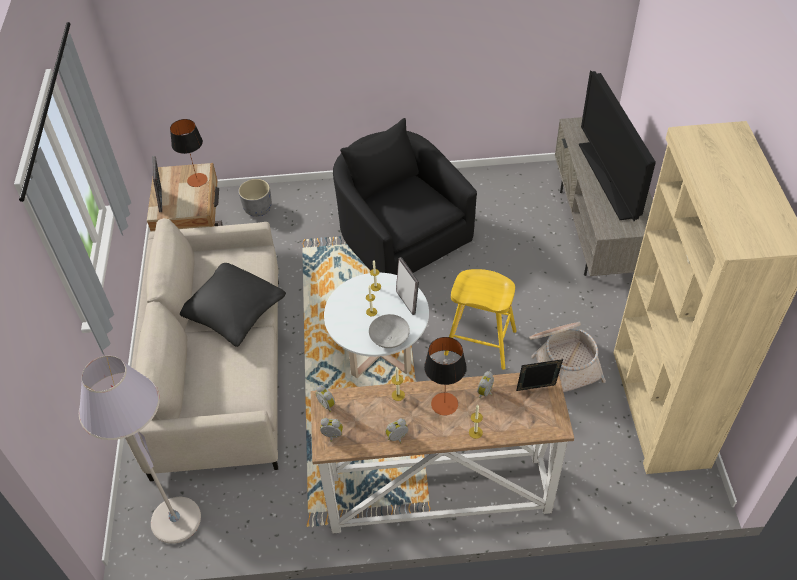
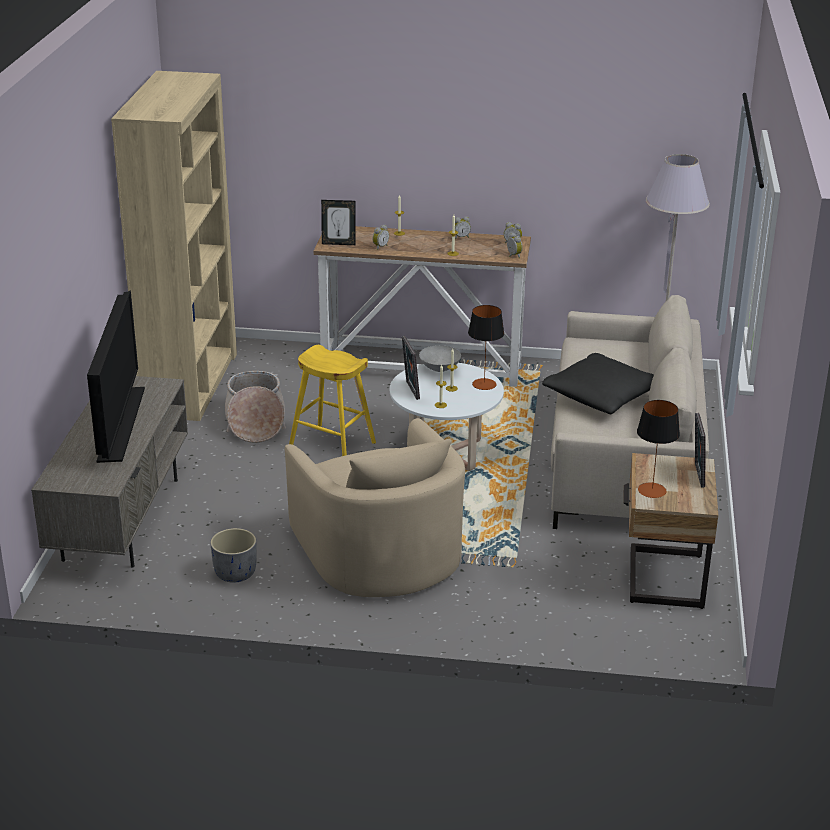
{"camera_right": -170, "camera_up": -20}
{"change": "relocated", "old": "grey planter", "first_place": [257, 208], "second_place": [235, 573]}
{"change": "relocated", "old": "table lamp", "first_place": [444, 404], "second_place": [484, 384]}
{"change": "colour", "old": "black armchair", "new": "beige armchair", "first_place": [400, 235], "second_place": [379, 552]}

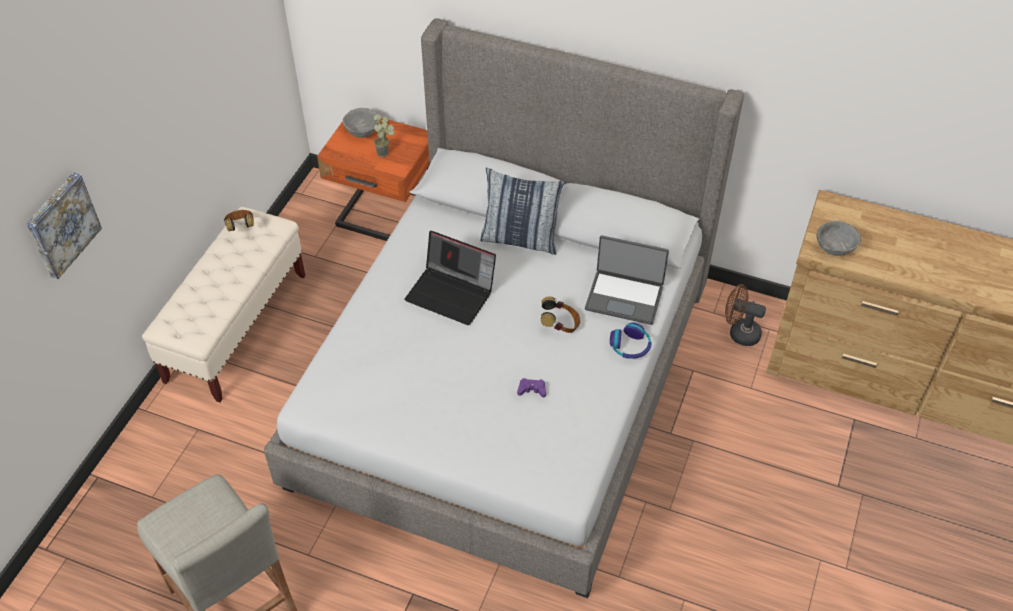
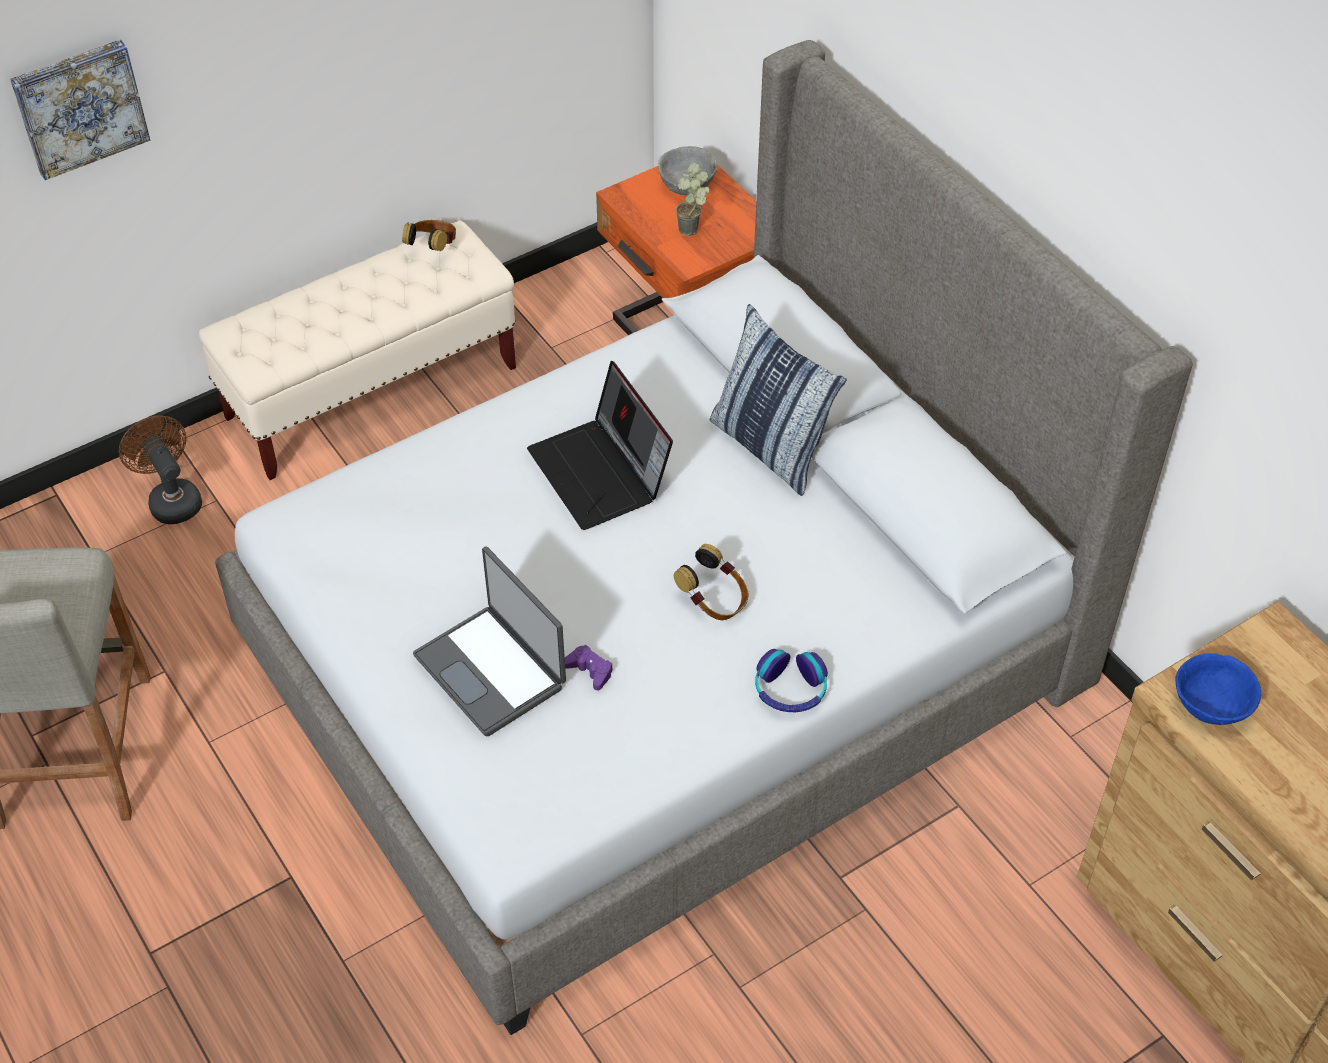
{"camera_right": 35, "camera_up": 0}
{"change": "relocated", "old": "laptop", "first_place": [624, 297], "second_place": [492, 670]}
{"change": "relocated", "old": "brown fan", "first_place": [739, 333], "second_place": [172, 499]}
{"change": "colour", "old": "grey bowl", "new": "blue bowl", "first_place": [835, 248], "second_place": [1211, 708]}

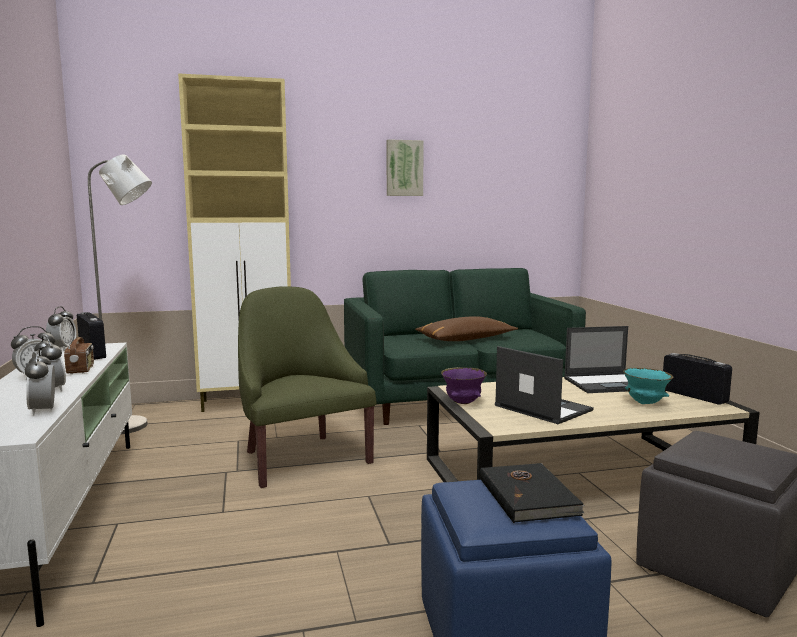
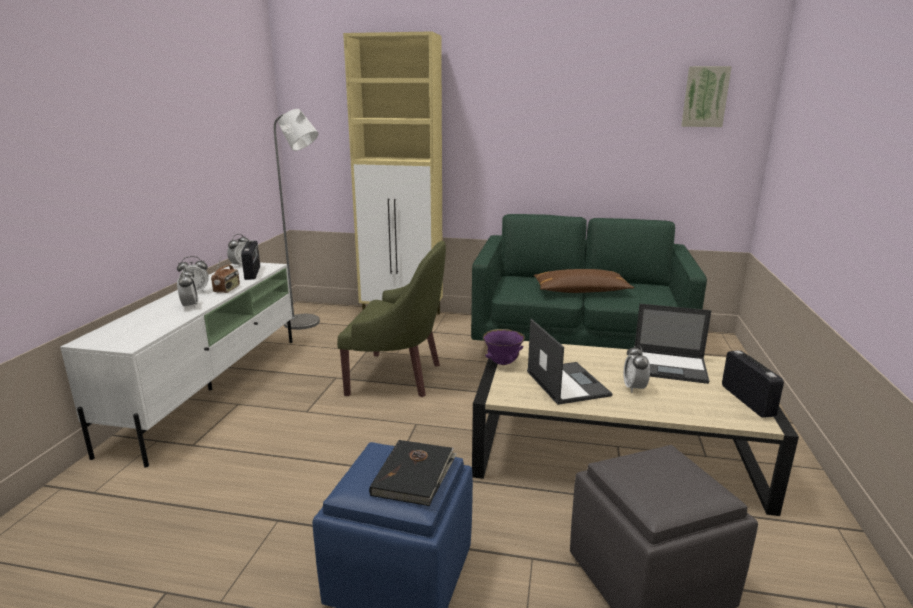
{"camera_right": 25, "camera_up": 10}
{"change": "missing", "old": "turquoise bowl", "first_place": [645, 403]}
{"change": "relocated", "old": "alarm clock", "first_place": [43, 410], "second_place": [634, 388]}
{"change": "relocated", "old": "picture", "first_place": [404, 168], "second_place": [705, 97]}
{"change": "spun", "old": "green armchair", "first_place": [301, 458], "second_place": [397, 377], "degrees": 105}

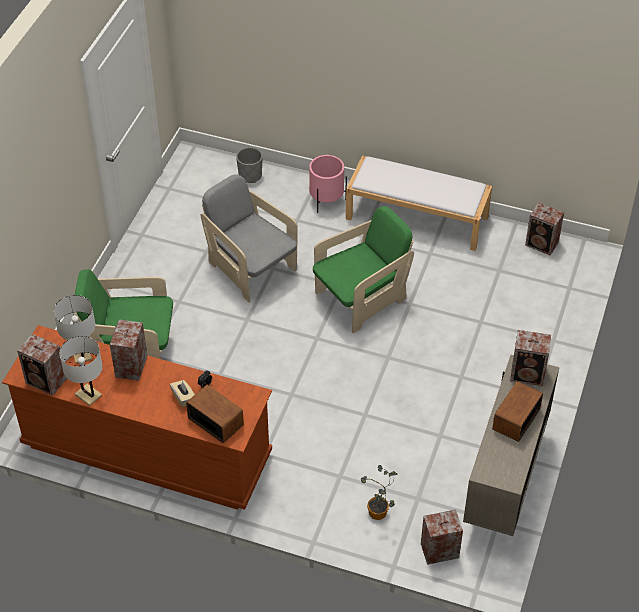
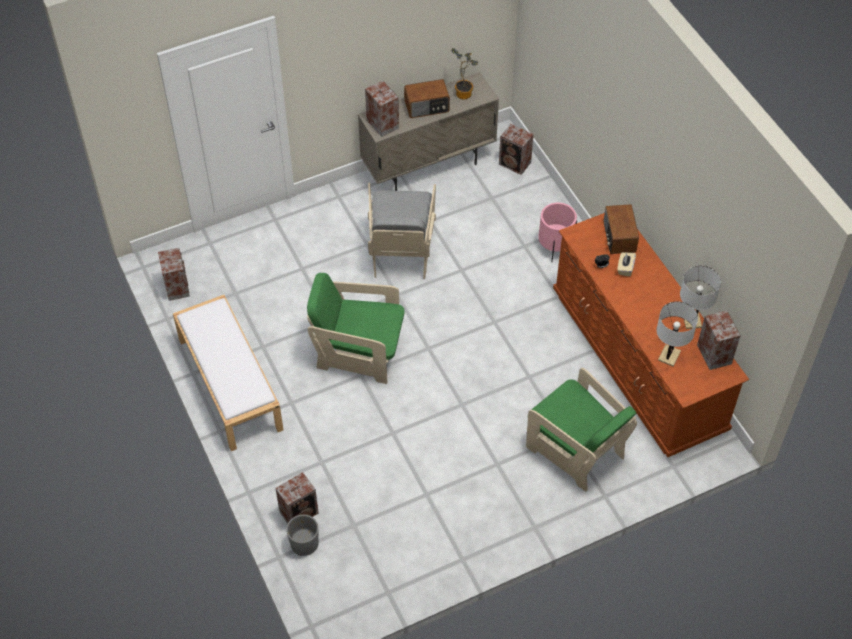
{"camera_right": -135, "camera_up": 5}
{"change": "relocated", "old": "speaker", "first_place": [130, 367], "second_place": [300, 512]}
{"change": "relocated", "old": "grey armchair", "first_place": [251, 268], "second_place": [401, 250]}
{"change": "relocated", "old": "pink planter", "first_place": [326, 200], "second_place": [555, 246]}
{"change": "relocated", "old": "potted plant", "first_place": [378, 514], "second_place": [464, 92]}

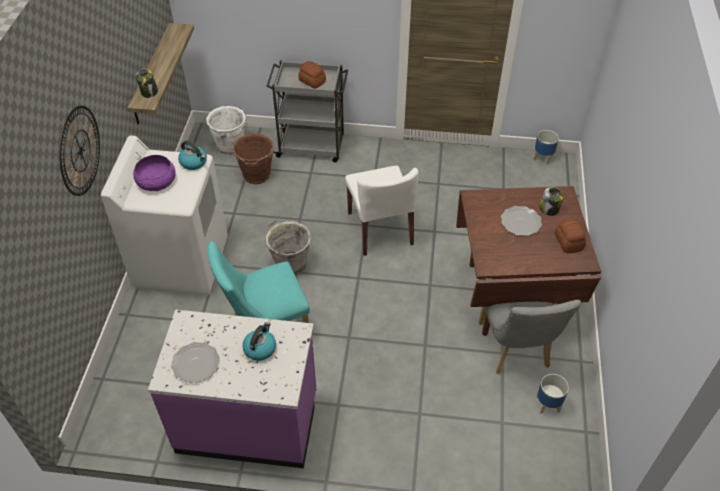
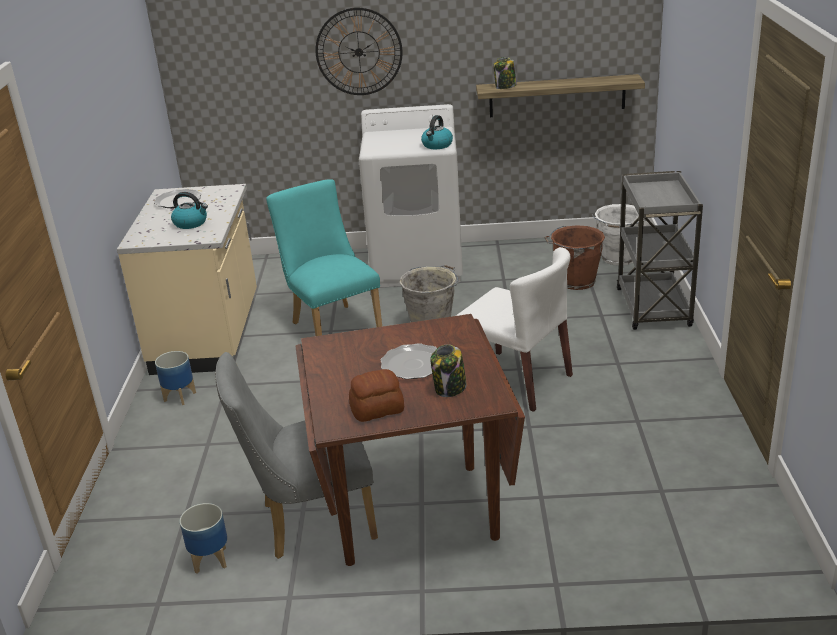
{"camera_right": 85, "camera_up": -20}
{"change": "missing", "old": "purple bowl", "first_place": [156, 181]}
{"change": "missing", "old": "bread", "first_place": [312, 81]}
{"change": "relocated", "old": "planter", "first_place": [542, 158], "second_place": [179, 396]}
{"change": "colour", "old": "purple counter", "new": "beige counter", "first_place": [248, 422], "second_place": [209, 335]}
{"change": "spun", "old": "white chair", "first_place": [380, 229], "second_place": [516, 380], "degrees": -120}

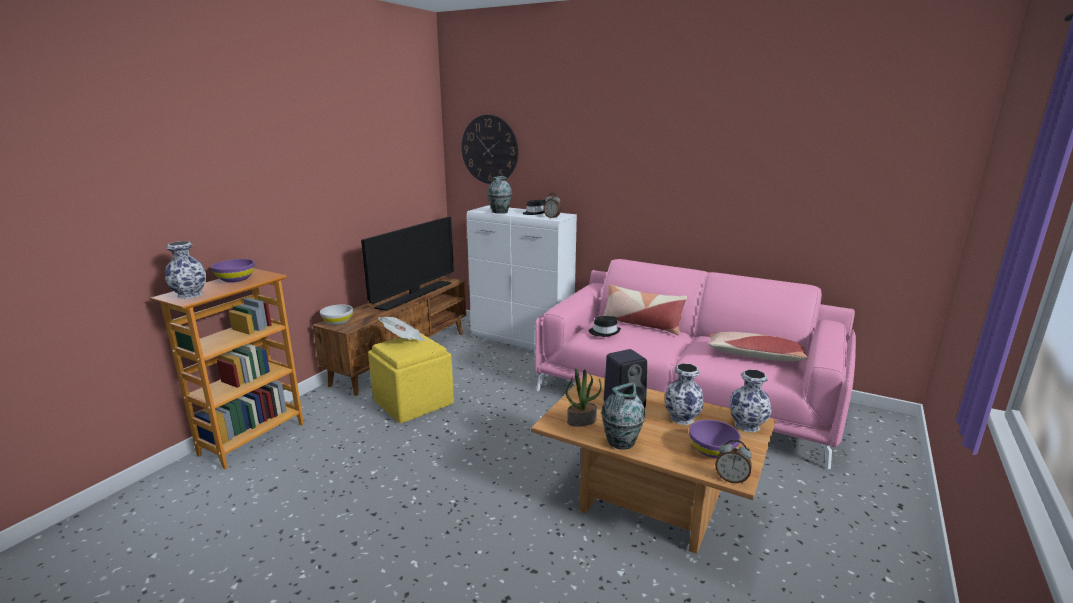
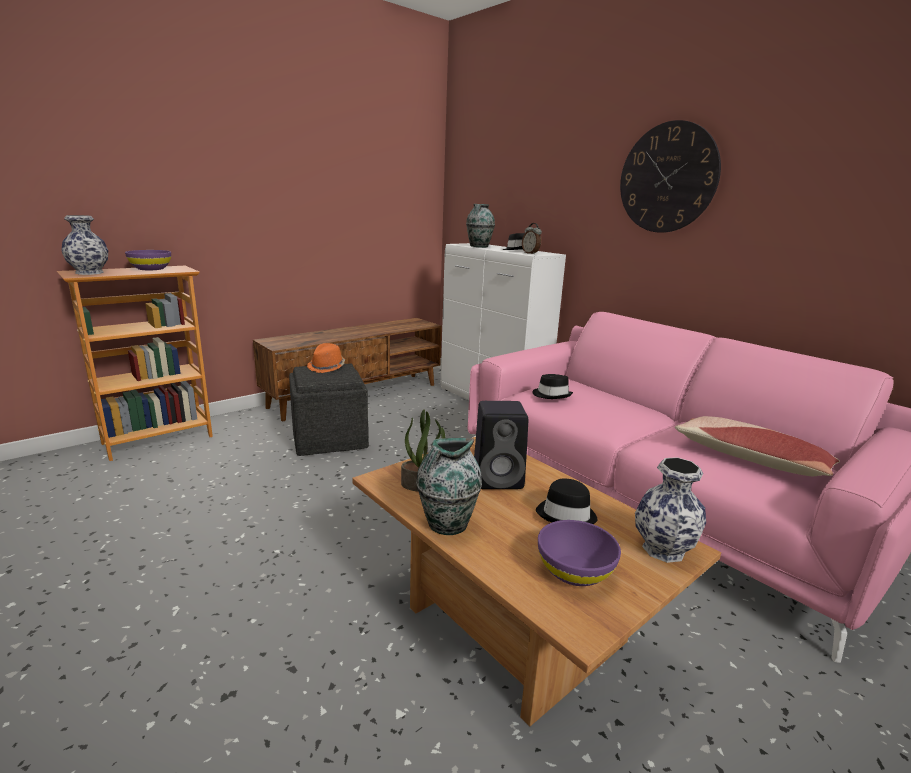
{"camera_right": 20, "camera_up": 0}
{"change": "missing", "old": "white bowl", "first_place": [338, 322]}
{"change": "missing", "old": "television", "first_place": [414, 295]}
{"change": "missing", "old": "pillow", "first_place": [641, 324]}
{"change": "missing", "old": "alarm clock", "first_place": [731, 479]}
{"change": "relocated", "old": "wall clock", "first_place": [489, 149], "second_place": [667, 178]}
{"change": "exchanged", "old": "newspaper", "new": "orange hat", "first_place": [403, 340], "second_place": [327, 367]}
{"change": "exchanged", "old": "vase", "new": "black hat", "first_place": [682, 418], "second_place": [566, 514]}
{"change": "colour", "old": "yellow ottoman", "new": "grey ottoman", "first_place": [413, 401], "second_place": [330, 438]}

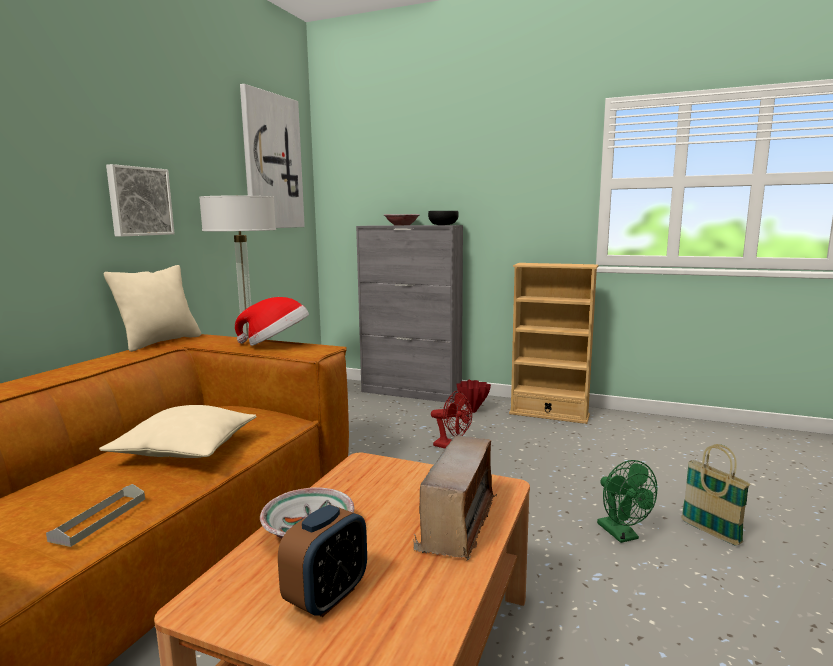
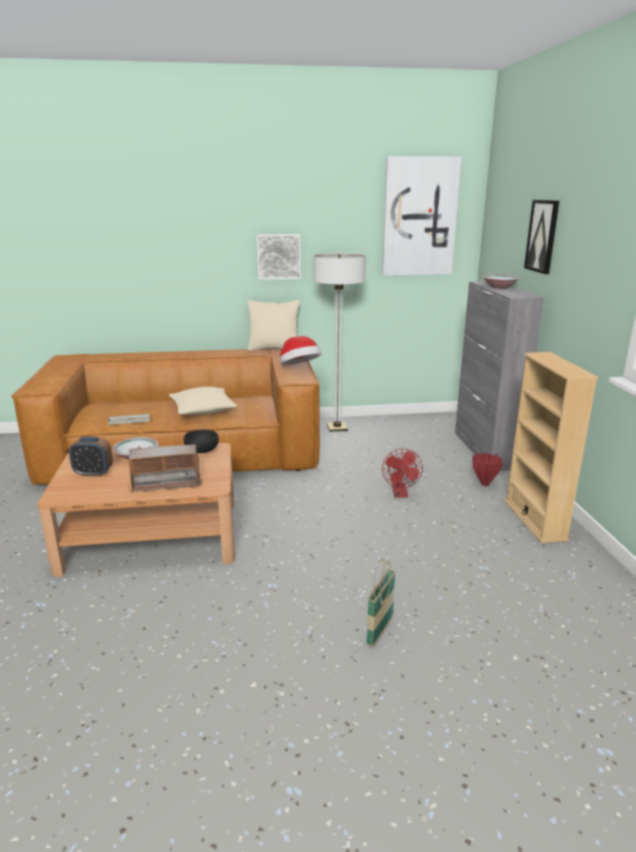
{"camera_right": 60, "camera_up": 10}
{"change": "missing", "old": "green fan", "first_place": [622, 535]}
{"change": "appeared", "new": "picture", "second_place": [542, 236]}
{"change": "relocated", "old": "black bowl", "first_place": [443, 225], "second_place": [201, 450]}

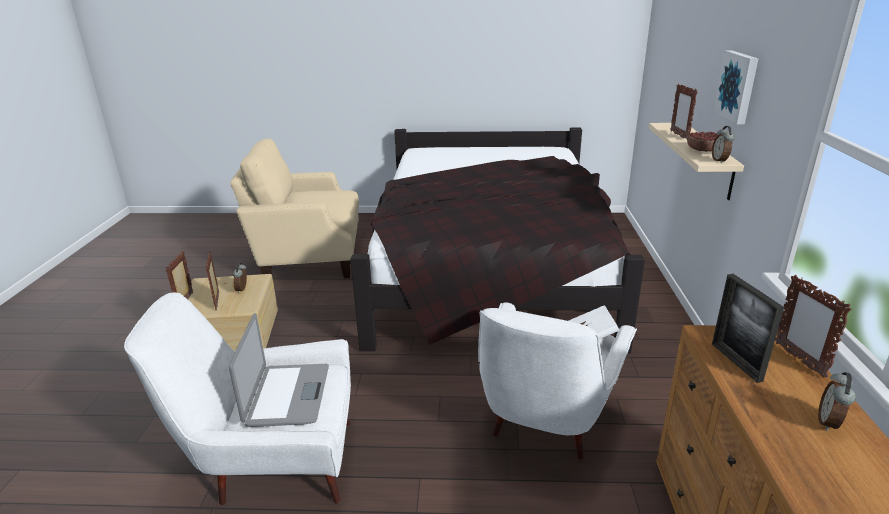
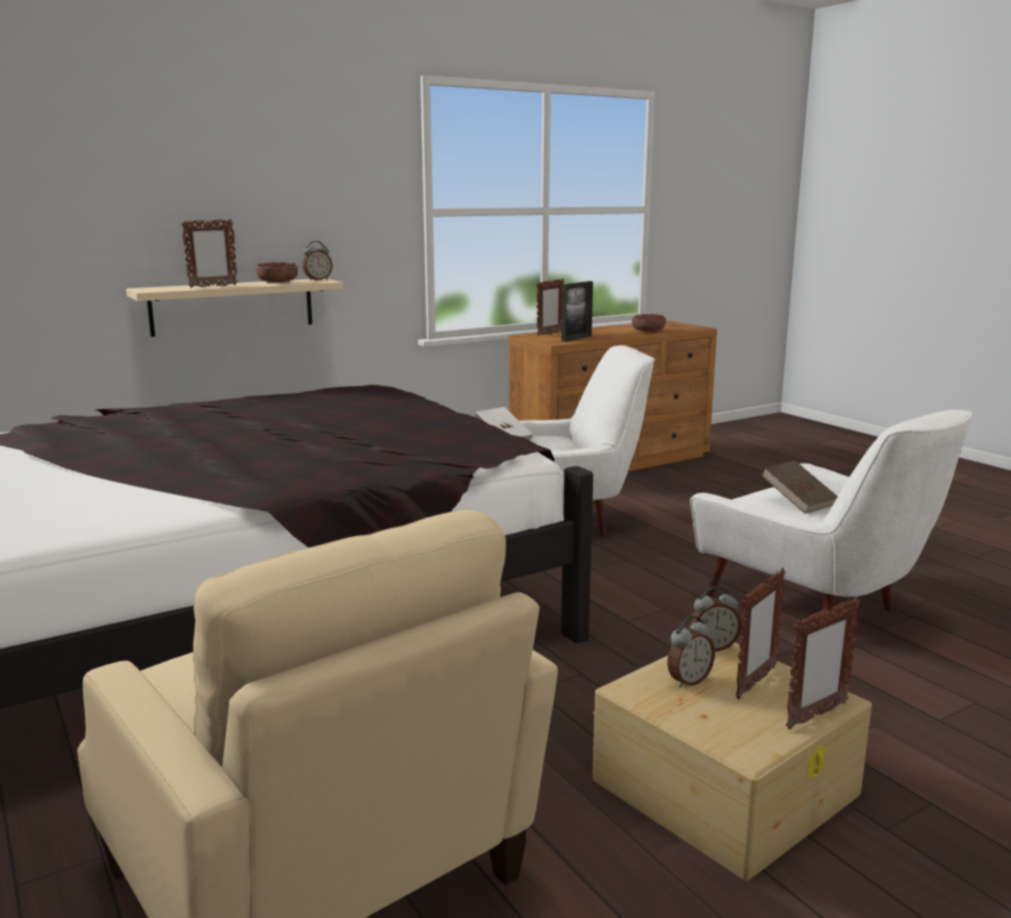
{"camera_right": -125, "camera_up": -10}
{"change": "missing", "old": "picture", "first_place": [738, 86]}
{"change": "appeared", "new": "bowl", "second_place": [648, 331]}
{"change": "relocated", "old": "alarm clock", "first_place": [829, 423], "second_place": [713, 647]}
{"change": "exchanged", "old": "laptop", "new": "brown book", "first_place": [287, 395], "second_place": [798, 502]}

